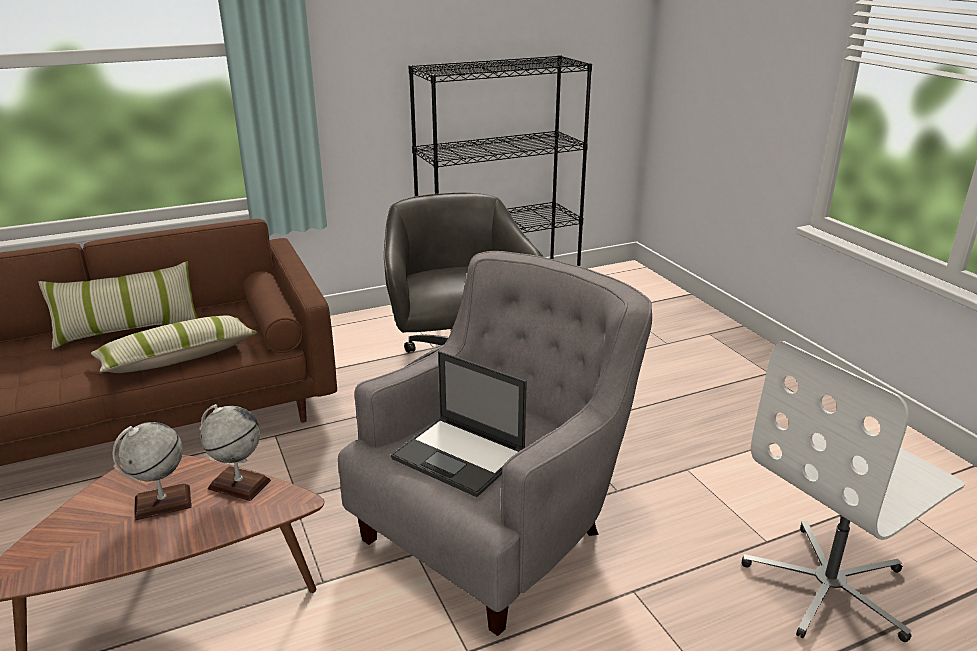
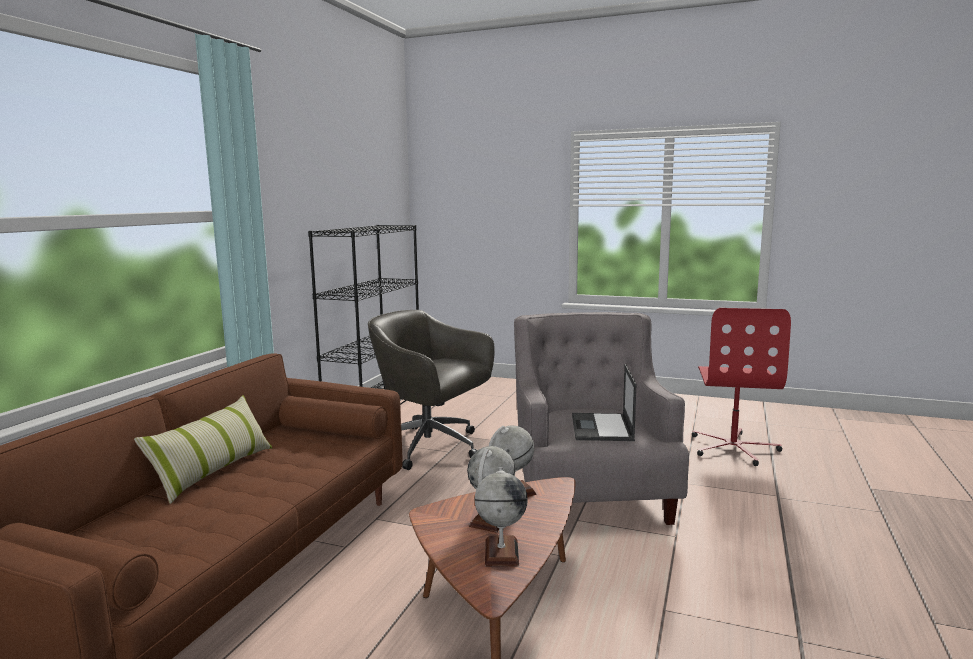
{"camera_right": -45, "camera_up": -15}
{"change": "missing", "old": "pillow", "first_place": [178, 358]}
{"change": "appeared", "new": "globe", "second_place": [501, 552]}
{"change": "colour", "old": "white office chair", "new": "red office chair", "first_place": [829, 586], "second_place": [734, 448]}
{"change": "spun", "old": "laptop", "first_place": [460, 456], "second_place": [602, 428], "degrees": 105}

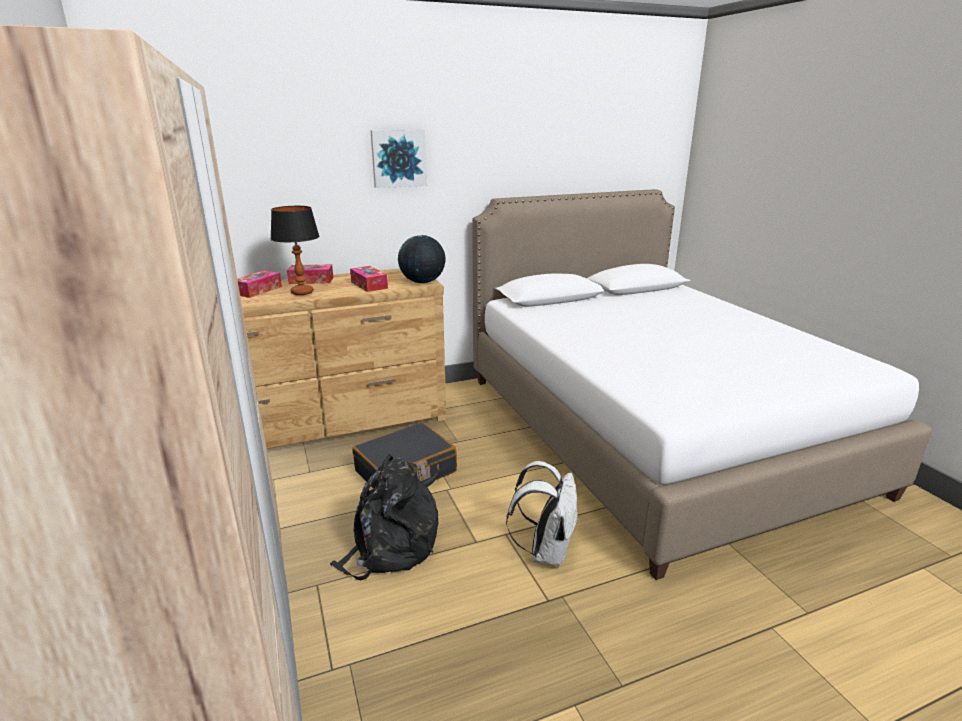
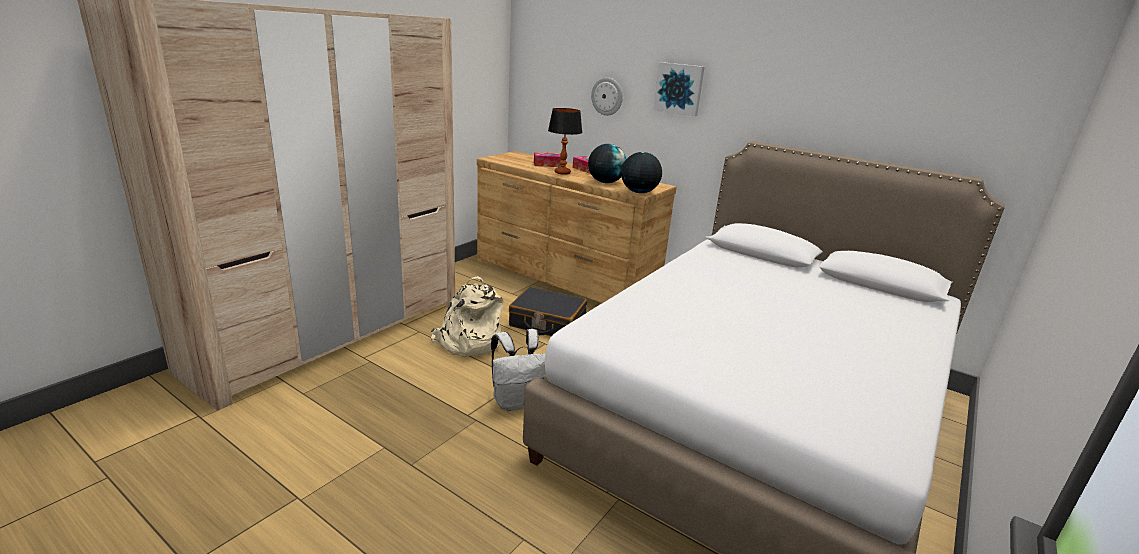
{"camera_right": 55, "camera_up": 0}
{"change": "appeared", "new": "wall clock", "second_place": [607, 96]}
{"change": "exchanged", "old": "tissue box", "new": "globe", "first_place": [369, 285], "second_place": [605, 182]}
{"change": "colour", "old": "black backpack", "new": "beige backpack", "first_place": [391, 547], "second_place": [468, 342]}

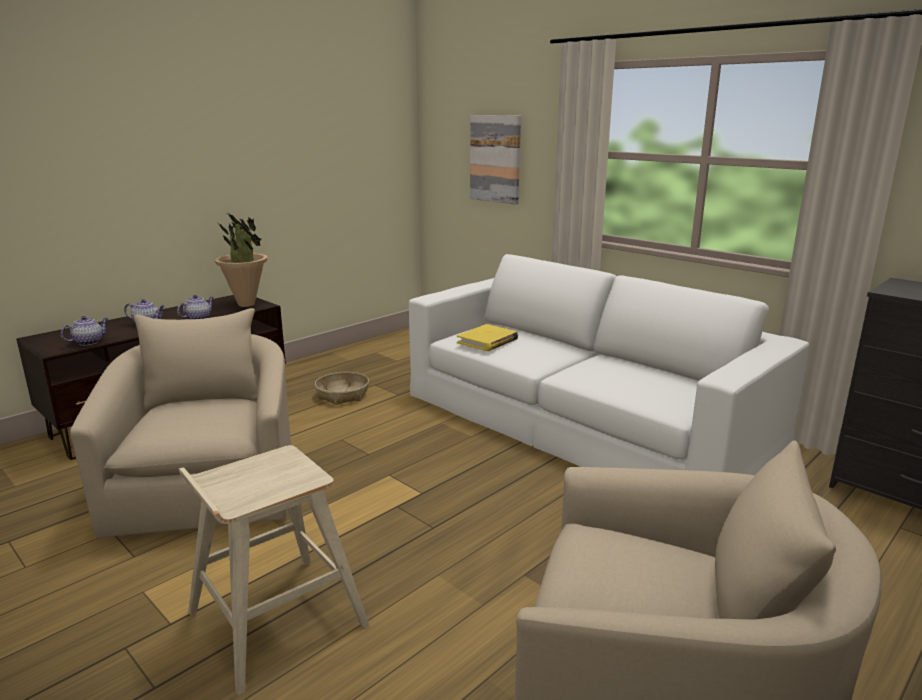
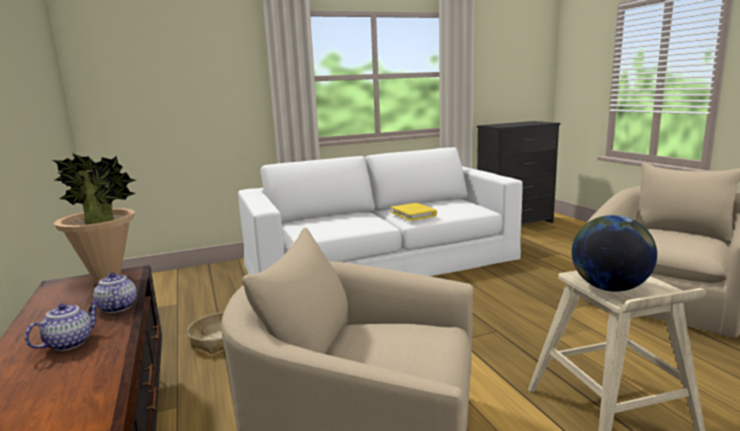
{"camera_right": -65, "camera_up": -5}
{"change": "missing", "old": "teapot", "first_place": [88, 342]}
{"change": "missing", "old": "picture", "first_place": [495, 159]}
{"change": "appeared", "new": "globe", "second_place": [609, 288]}
{"change": "relocated", "old": "yellow book", "first_place": [487, 341], "second_place": [413, 214]}

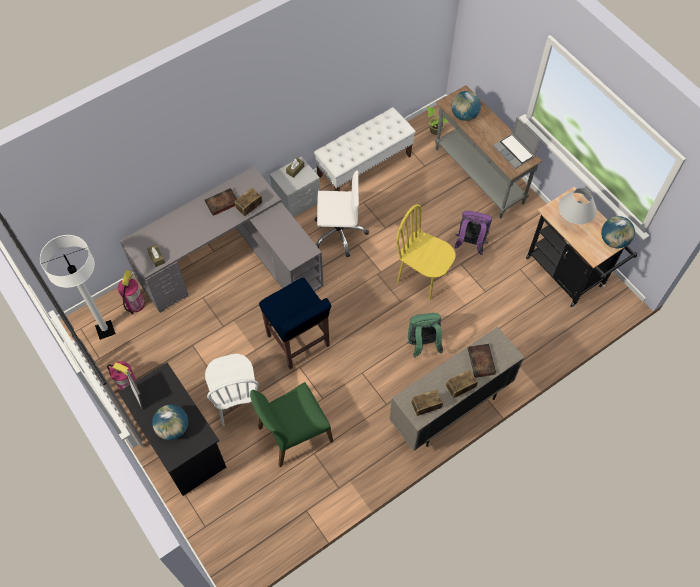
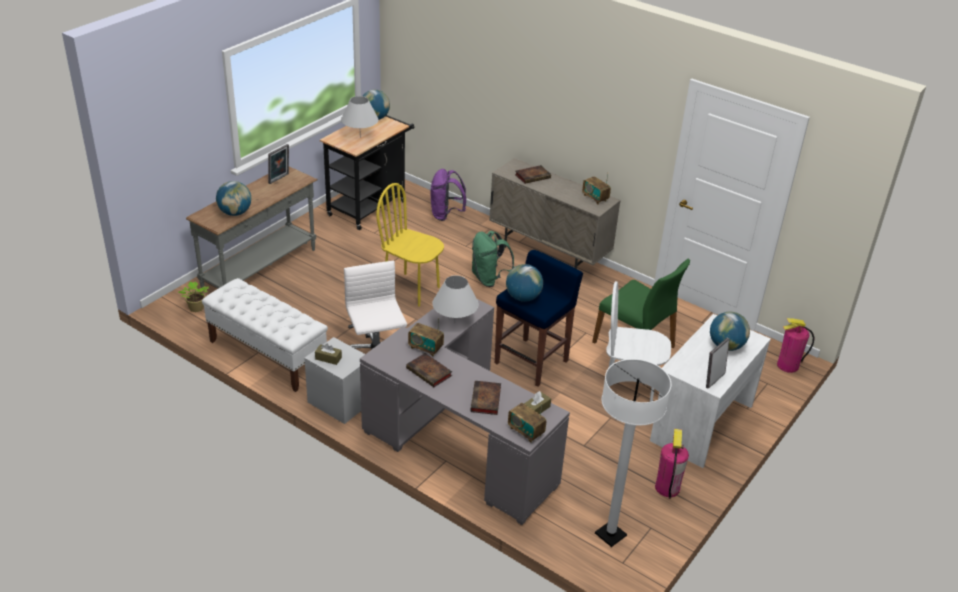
{"camera_right": -110, "camera_up": -25}
{"change": "appeared", "new": "white table lamp", "second_place": [454, 323]}
{"change": "appeared", "new": "book", "second_place": [486, 400]}
{"change": "appeared", "new": "globe", "second_place": [523, 297]}
{"change": "relocated", "old": "fire extinguisher", "first_place": [135, 304], "second_place": [788, 365]}
{"change": "relocated", "old": "radio", "first_place": [460, 388], "second_place": [526, 431]}
{"change": "relocated", "old": "purple backpack", "first_place": [470, 243], "second_place": [446, 215]}
{"change": "exchanged", "old": "laptop", "new": "picture frame", "first_place": [514, 152], "second_place": [279, 179]}
{"change": "colour", "old": "black desk", "new": "white desk", "first_place": [181, 442], "second_place": [700, 423]}
{"change": "spun", "old": "white chair", "first_place": [237, 402], "second_place": [628, 391], "degrees": -135}
{"change": "spun", "old": "yellow chair", "first_place": [422, 278], "second_place": [411, 289], "degrees": 105}

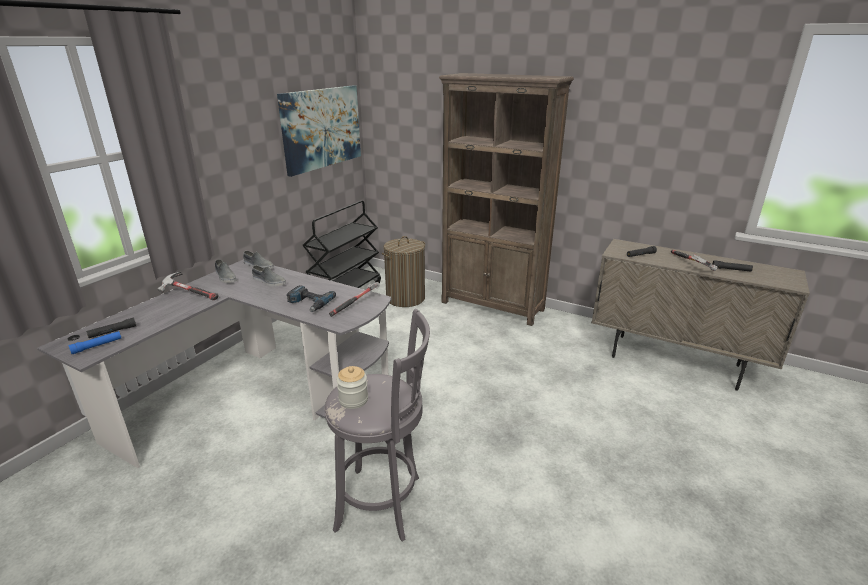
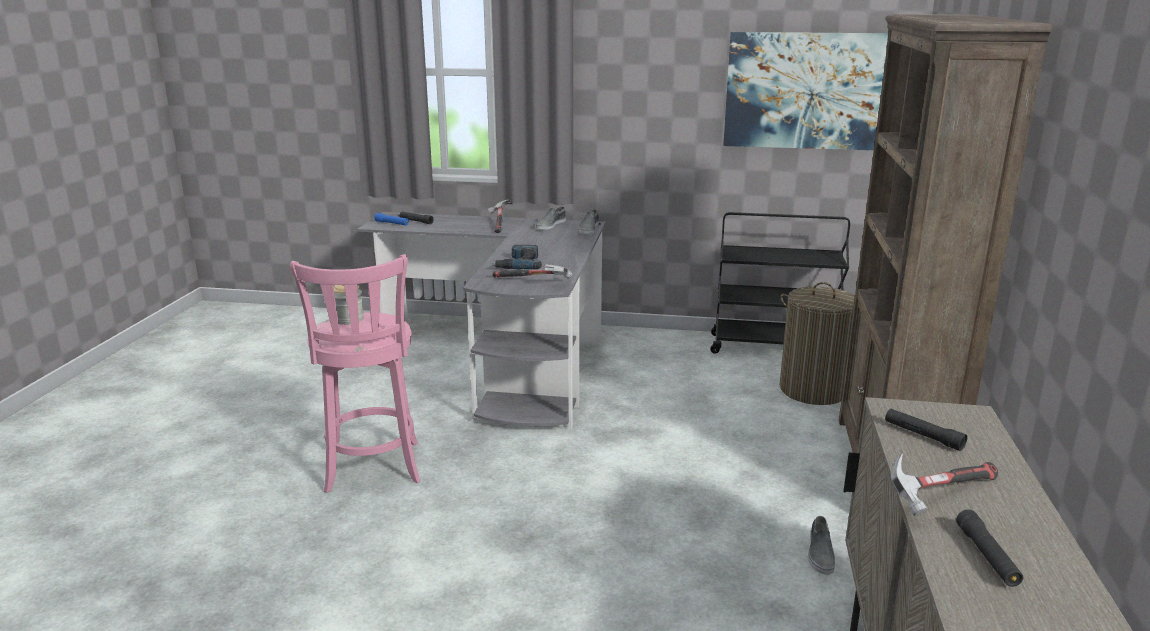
{"camera_right": 70, "camera_up": -5}
{"change": "relocated", "old": "grey shoe", "first_place": [269, 281], "second_place": [820, 553]}
{"change": "colour", "old": "grey stool", "new": "pink stool", "first_place": [384, 503], "second_place": [373, 470]}

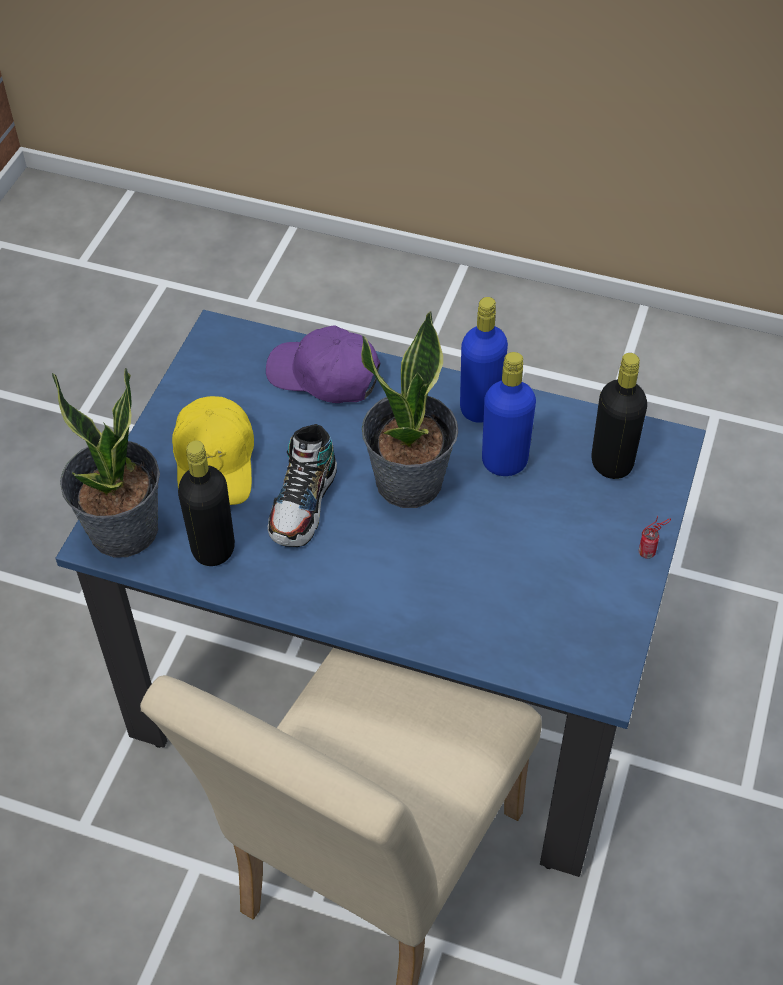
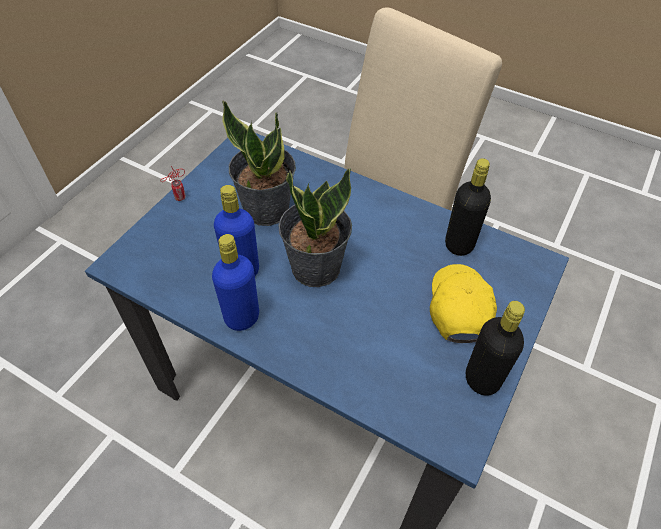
{"camera_right": -170, "camera_up": 0}
{"change": "missing", "old": "purple cap", "first_place": [324, 376]}
{"change": "missing", "old": "shoe", "first_place": [304, 504]}
{"change": "relocated", "old": "potted plant", "first_place": [124, 531], "second_place": [266, 208]}
{"change": "relocated", "old": "black bottle", "first_place": [611, 463], "second_place": [482, 379]}

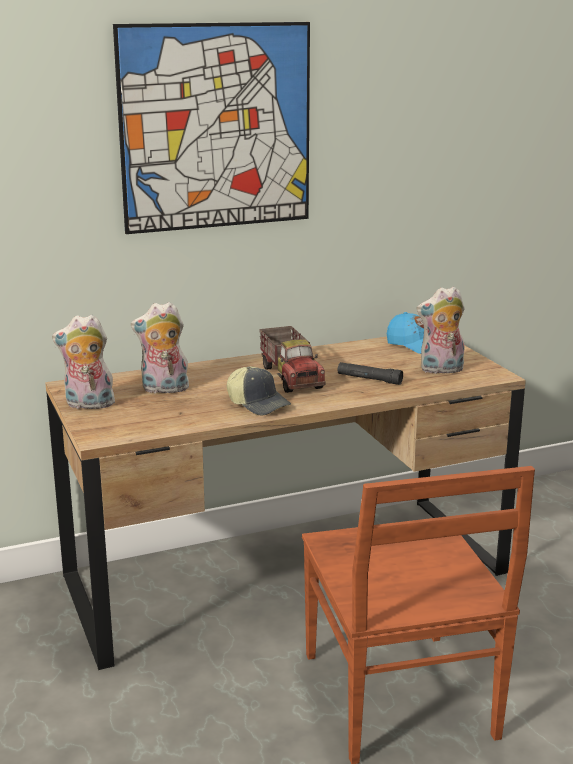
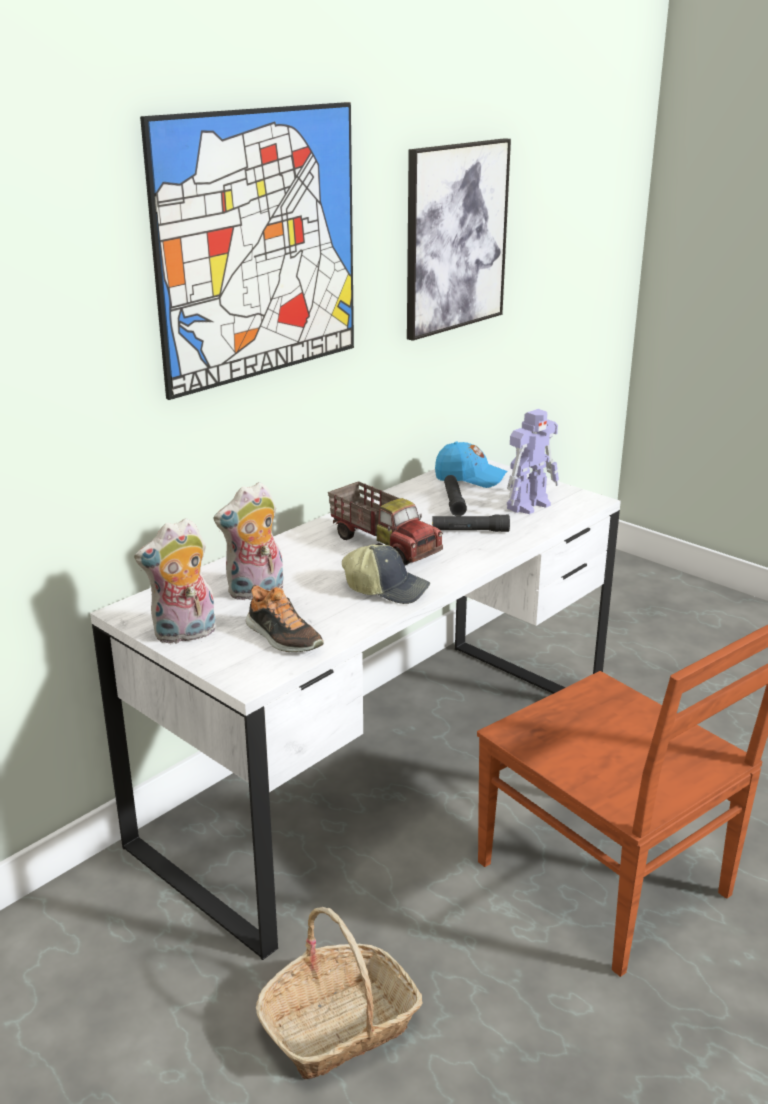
{"camera_right": -25, "camera_up": 5}
{"change": "appeared", "new": "shoe", "second_place": [282, 637]}
{"change": "appeared", "new": "basket", "second_place": [340, 1026]}
{"change": "appeared", "new": "picture", "second_place": [455, 237]}
{"change": "appeared", "new": "black flashlight", "second_place": [454, 501]}
{"change": "exchanged", "old": "plush toy", "new": "toy robot", "first_place": [441, 370], "second_place": [529, 505]}
{"change": "colour", "old": "brown desk", "new": "white desk", "first_place": [286, 574], "second_place": [384, 770]}

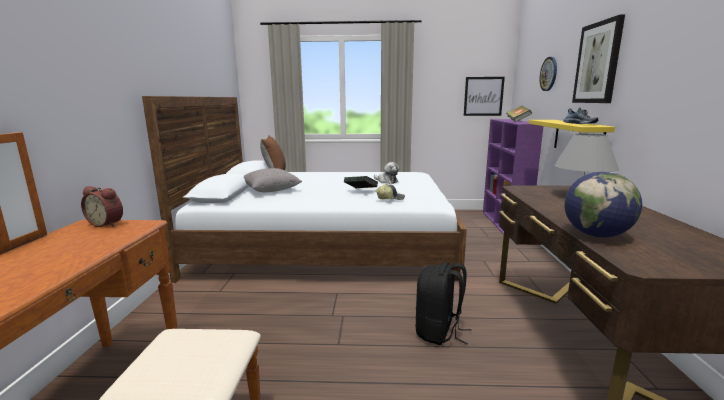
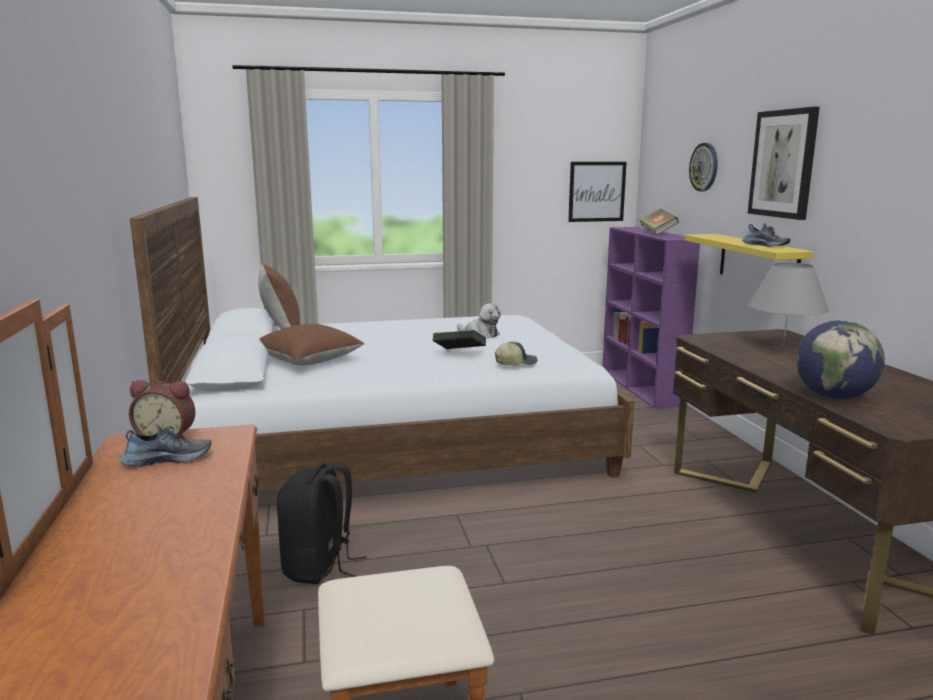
{"camera_right": -15, "camera_up": 0}
{"change": "appeared", "new": "shoe", "second_place": [167, 459]}
{"change": "relocated", "old": "black backpack", "first_place": [439, 332], "second_place": [319, 567]}
{"change": "colour", "old": "grey pillow", "new": "brown pillow", "first_place": [271, 190], "second_place": [308, 361]}

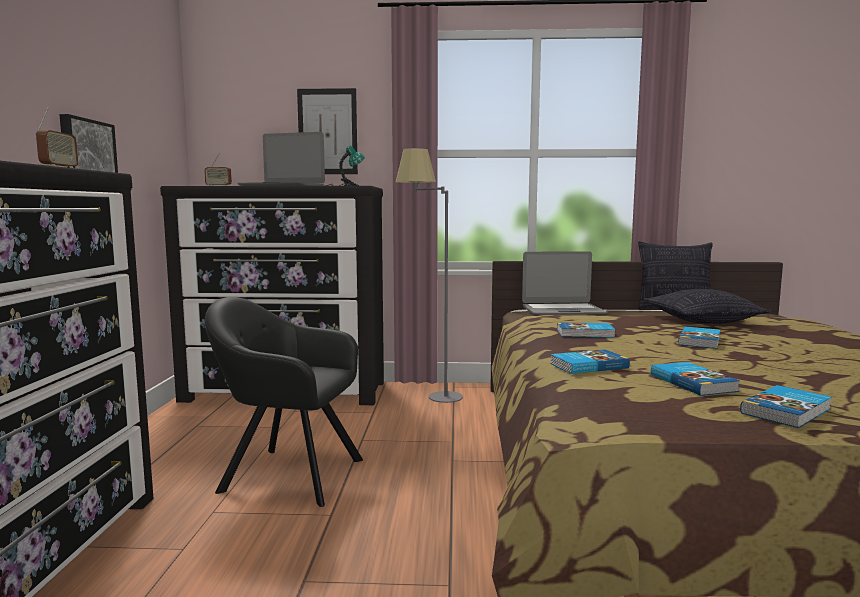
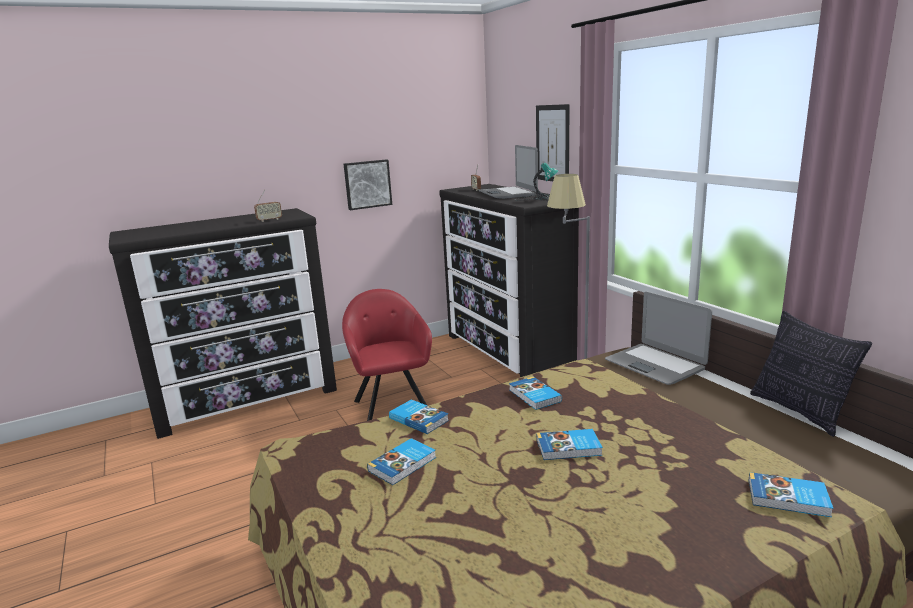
{"camera_right": 60, "camera_up": 10}
{"change": "missing", "old": "pillow", "first_place": [702, 321]}
{"change": "relocated", "old": "book", "first_place": [788, 411], "second_place": [788, 498]}
{"change": "colour", "old": "black armchair", "new": "red armchair", "first_place": [287, 474], "second_place": [392, 408]}

